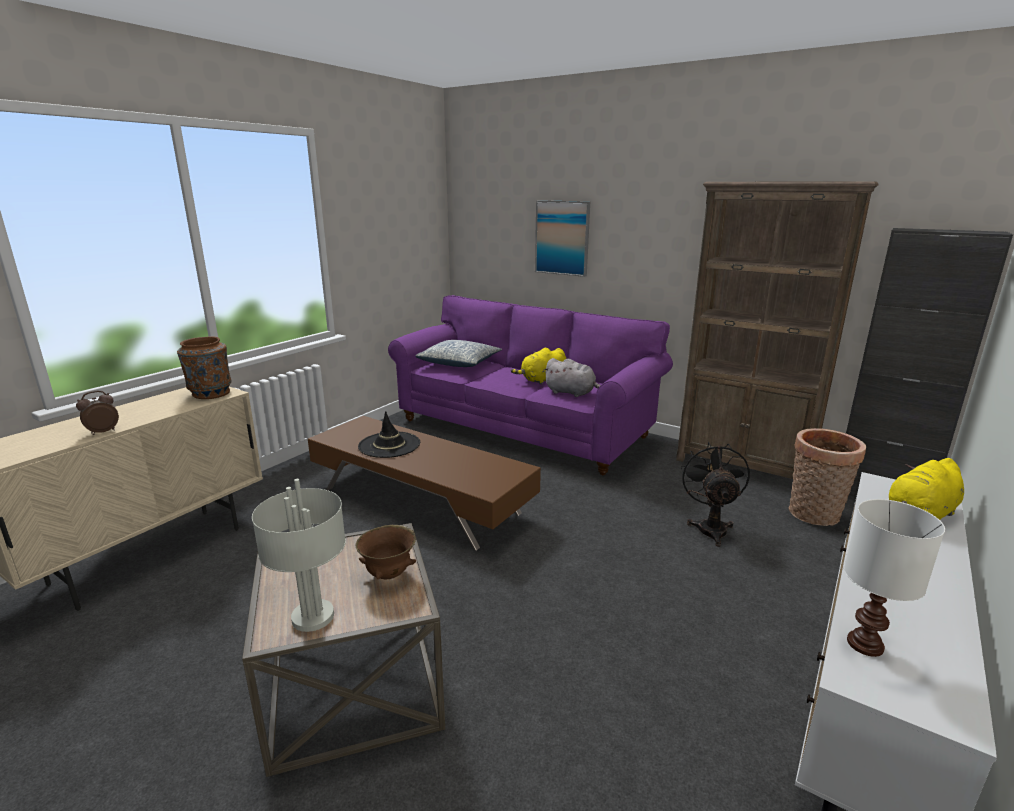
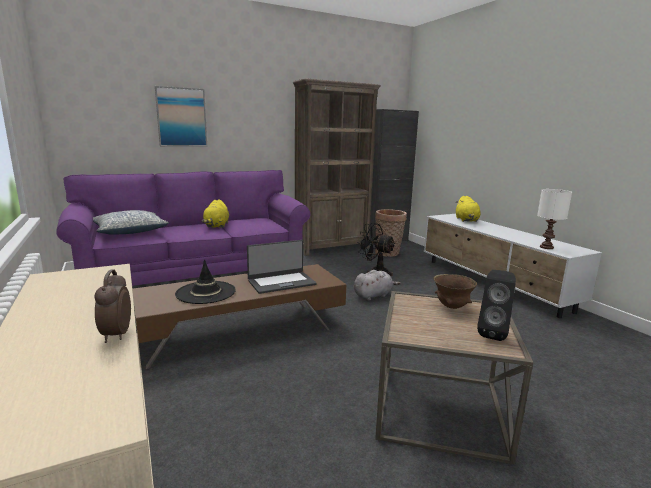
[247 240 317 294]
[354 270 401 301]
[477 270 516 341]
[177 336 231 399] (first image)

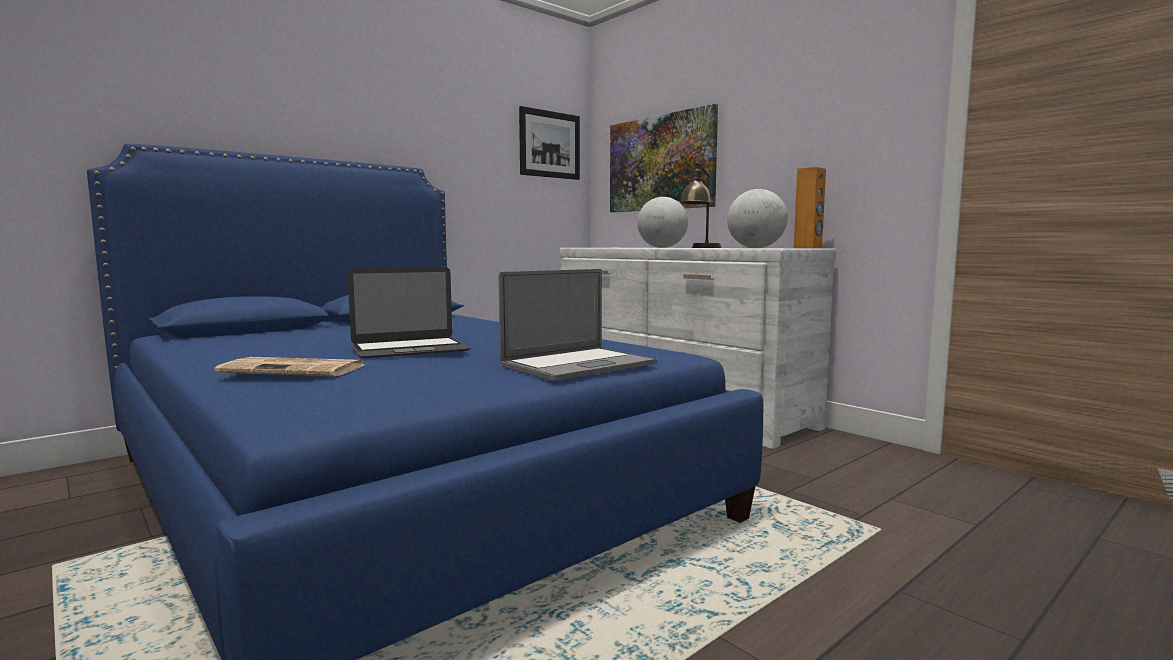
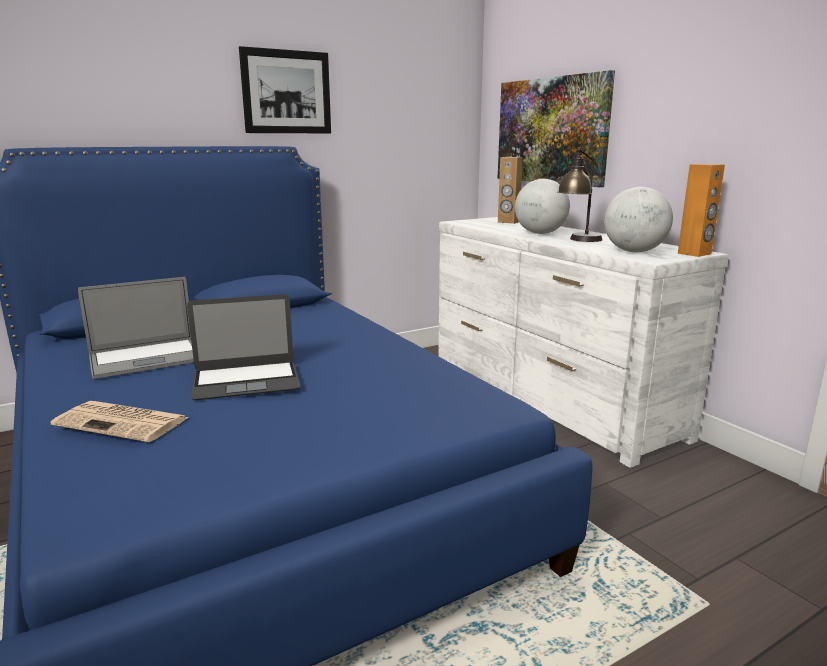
[78 277 194 379]
[239 46 331 133]
[498 157 523 224]

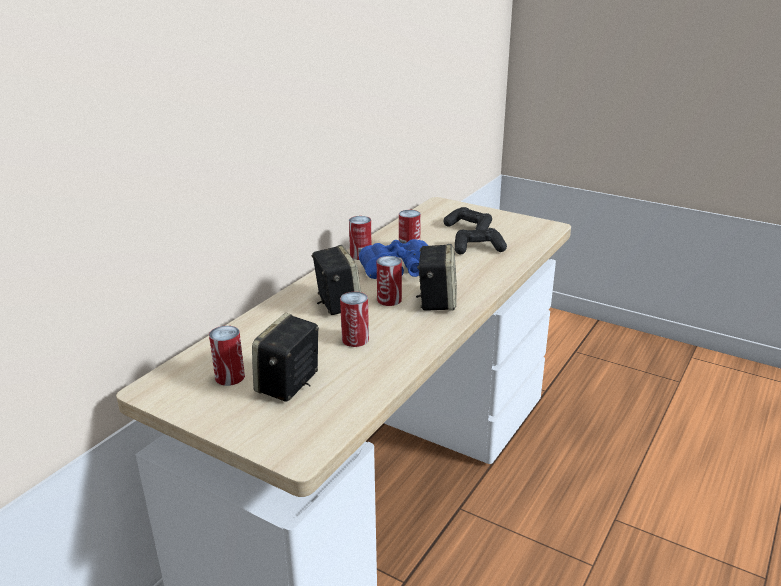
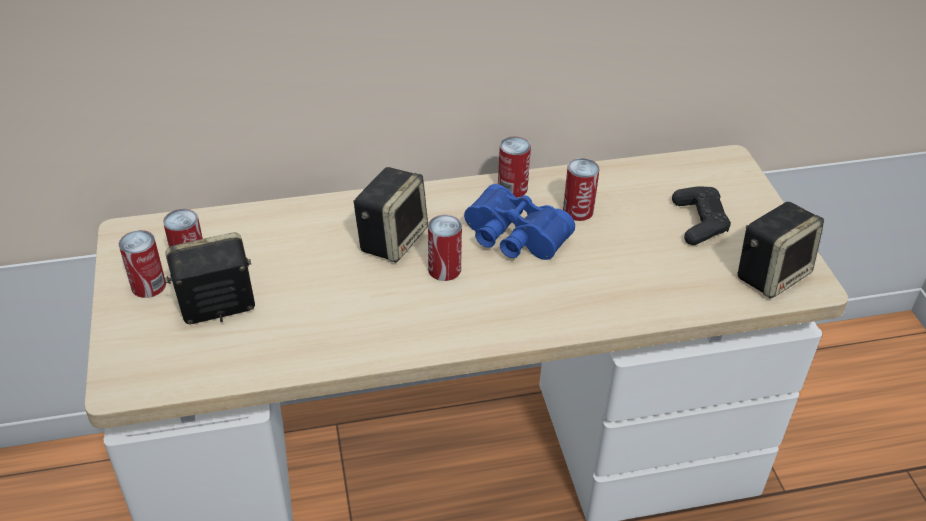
[119 230 166 298]
[737 202 824 299]
[455 228 507 254] (first image)

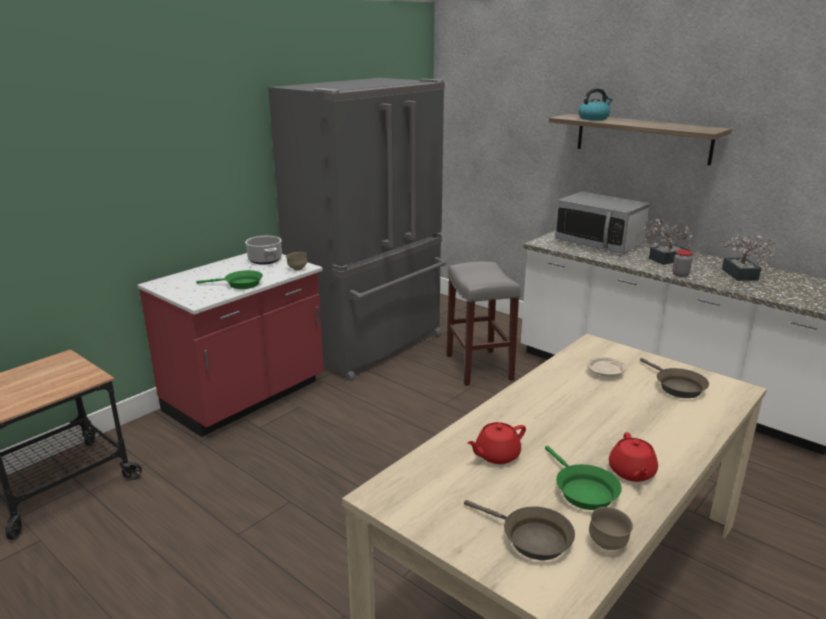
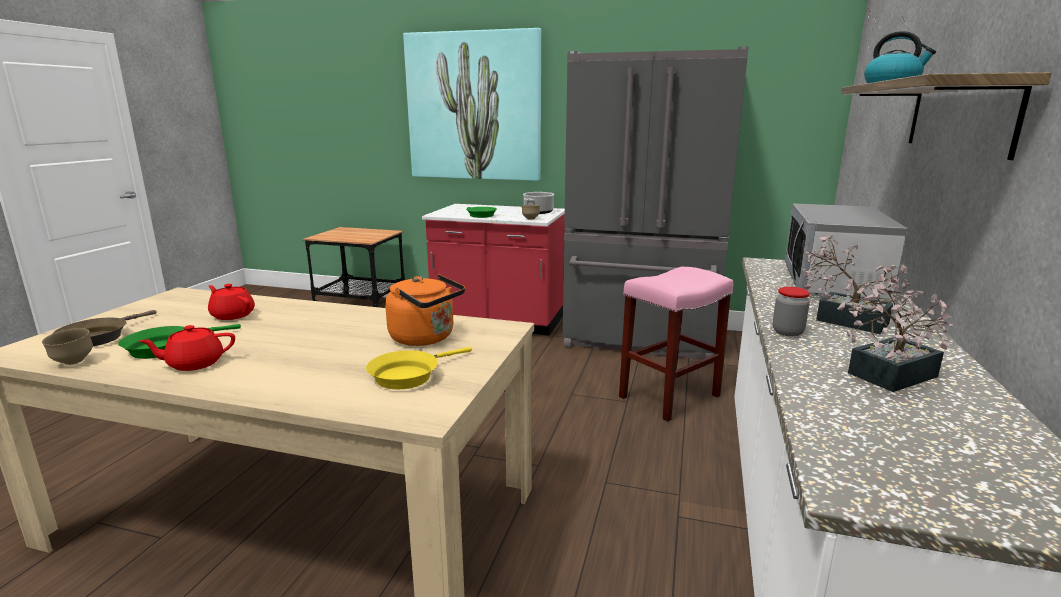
[366 347 472 389]
[385 274 465 346]
[403 28 541 181]
[619 267 733 421]

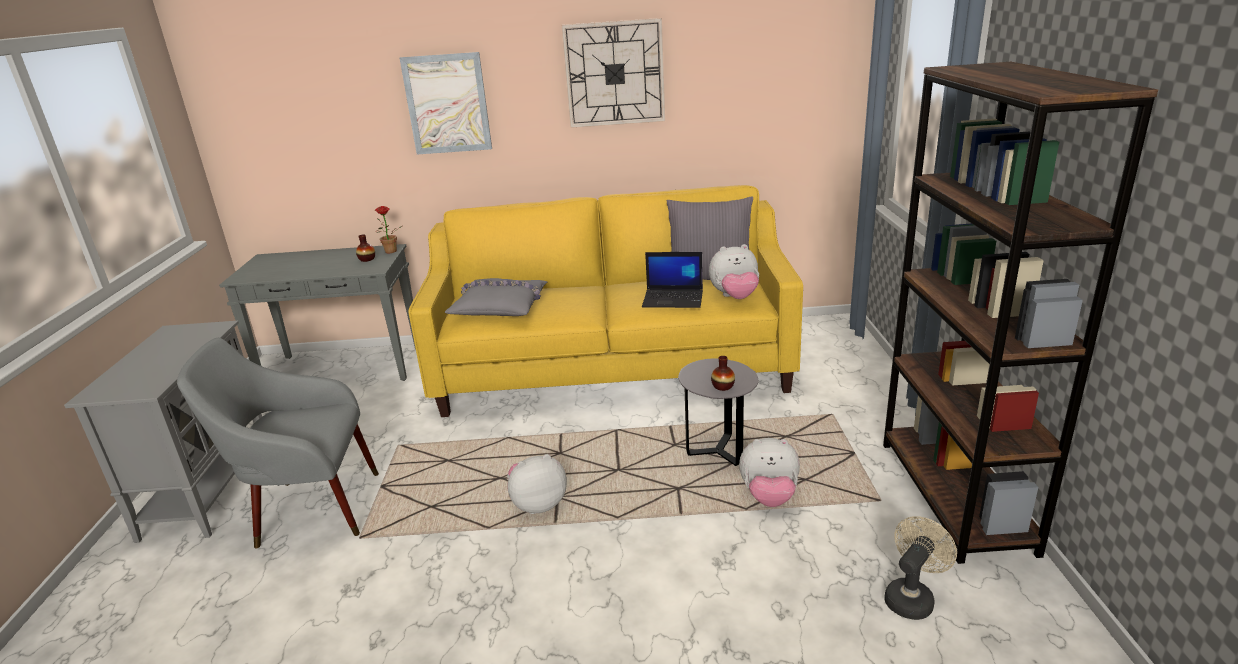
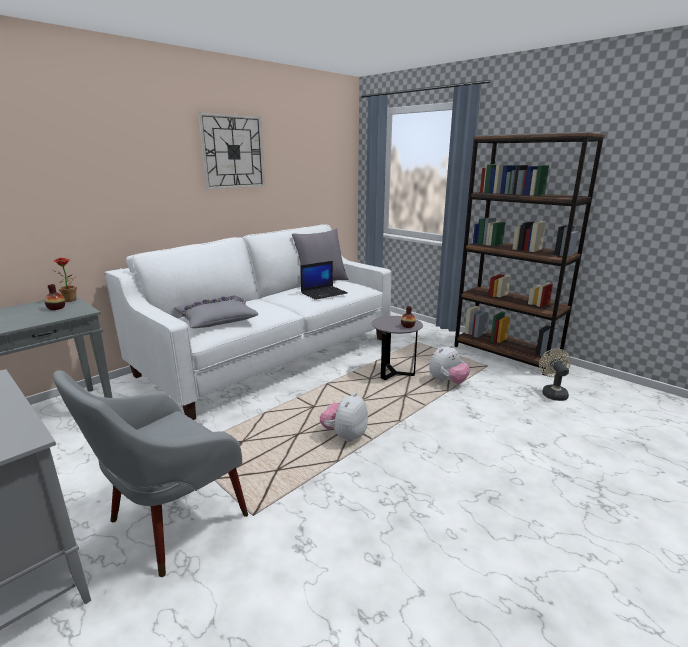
[105 224 391 420]
[400 52 492 155] (first image)
[709 244 759 299] (first image)

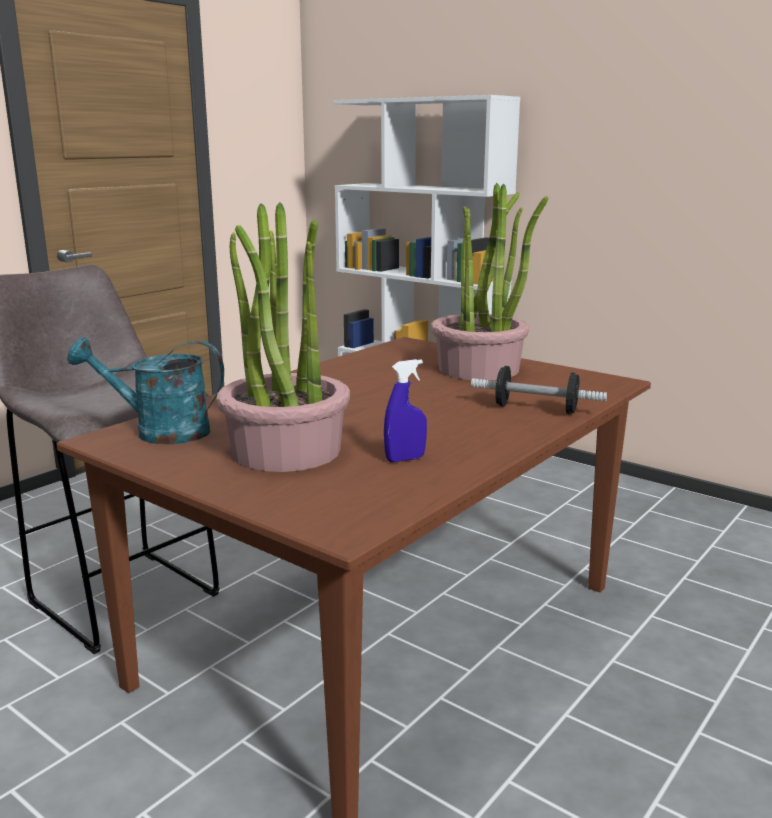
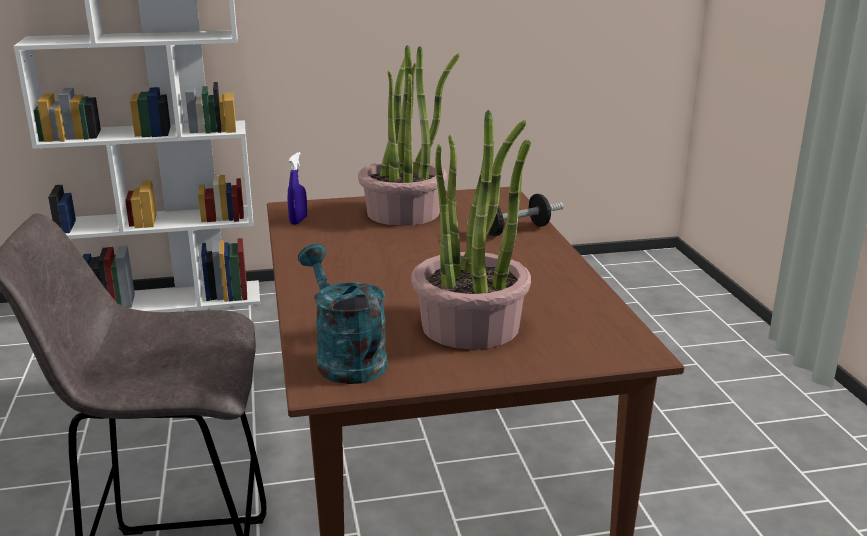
[288 152 307 225]
[298 243 388 384]

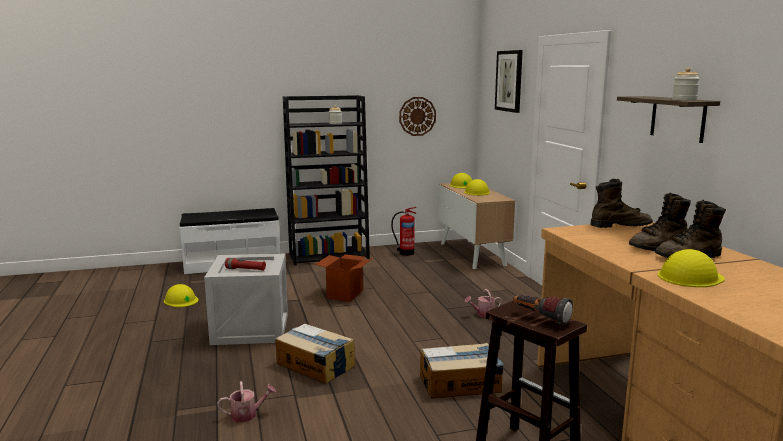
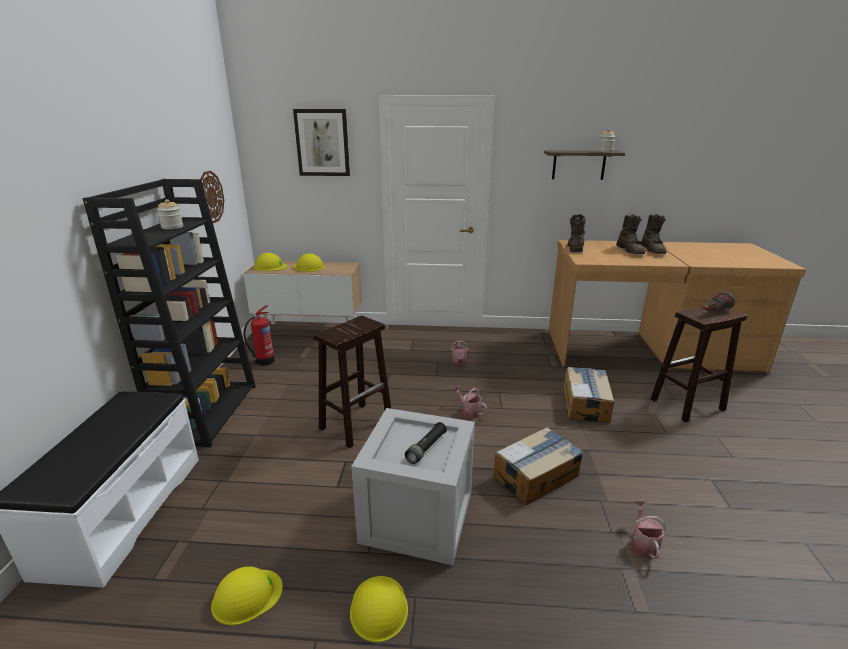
[313 316 391 448]
[350 576 408 642]
[405 422 447 464]
[452 385 487 418]

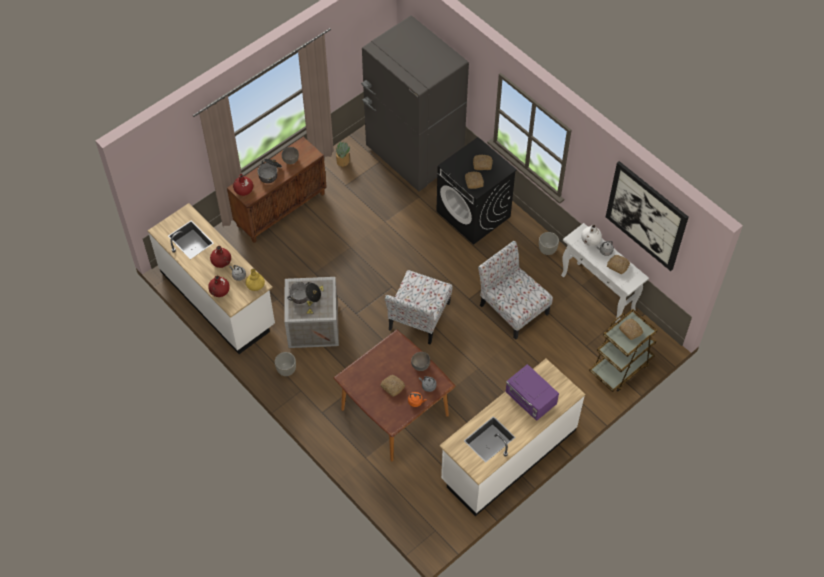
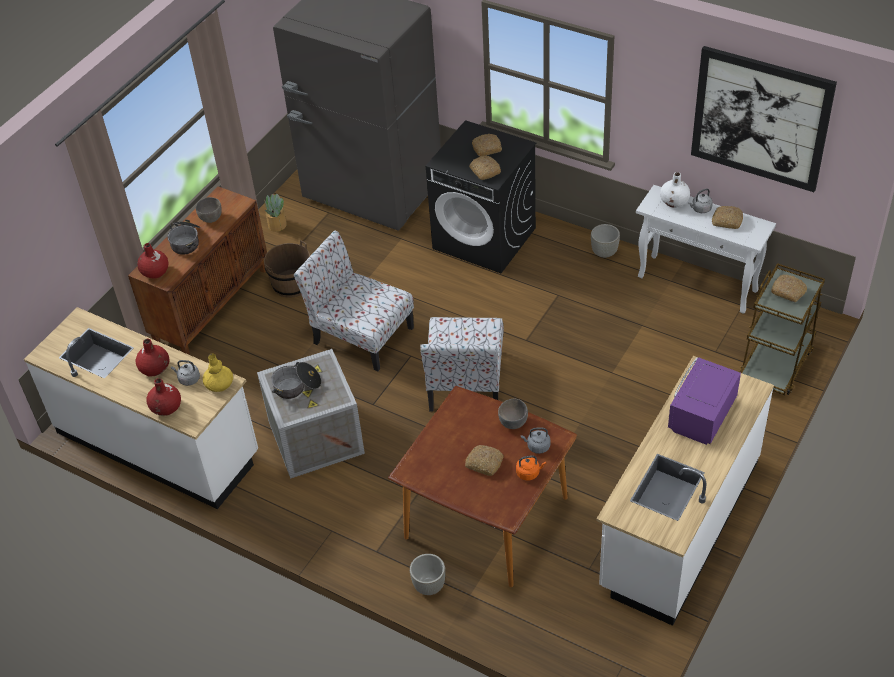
[264 240 310 298]
[294 231 414 371]
[410 554 445 595]
[668 357 741 445]

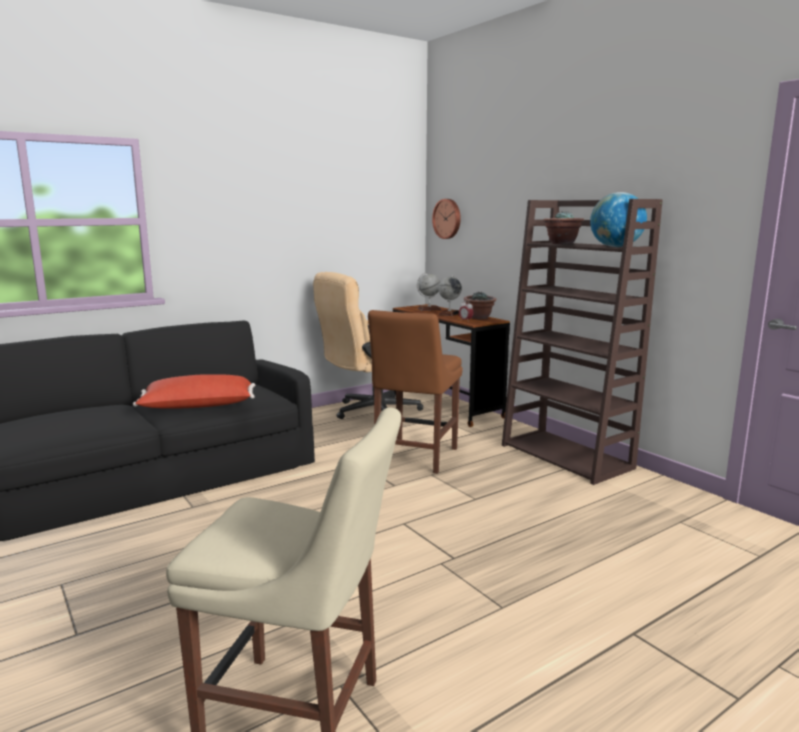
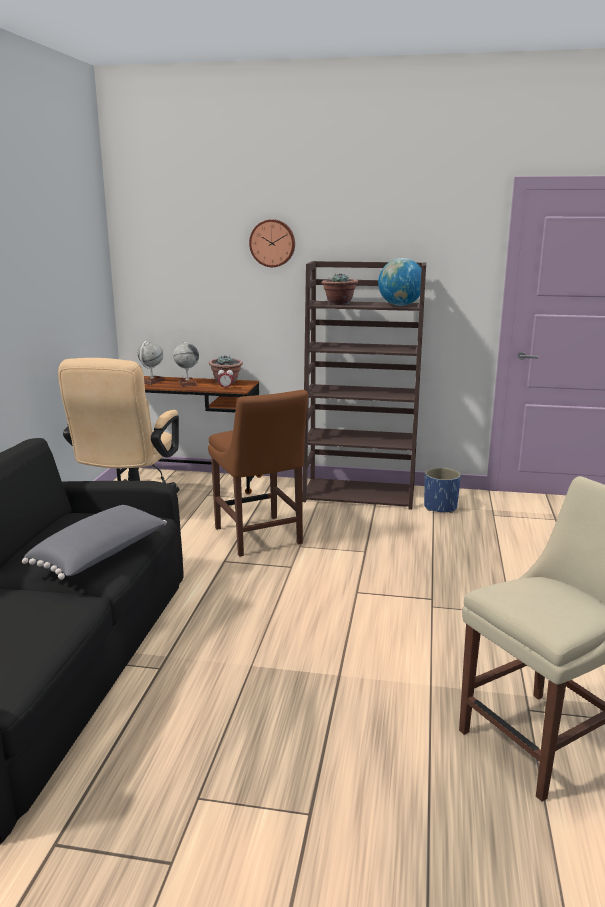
[22 505 167 580]
[249 219 295 267]
[424 468 461 513]

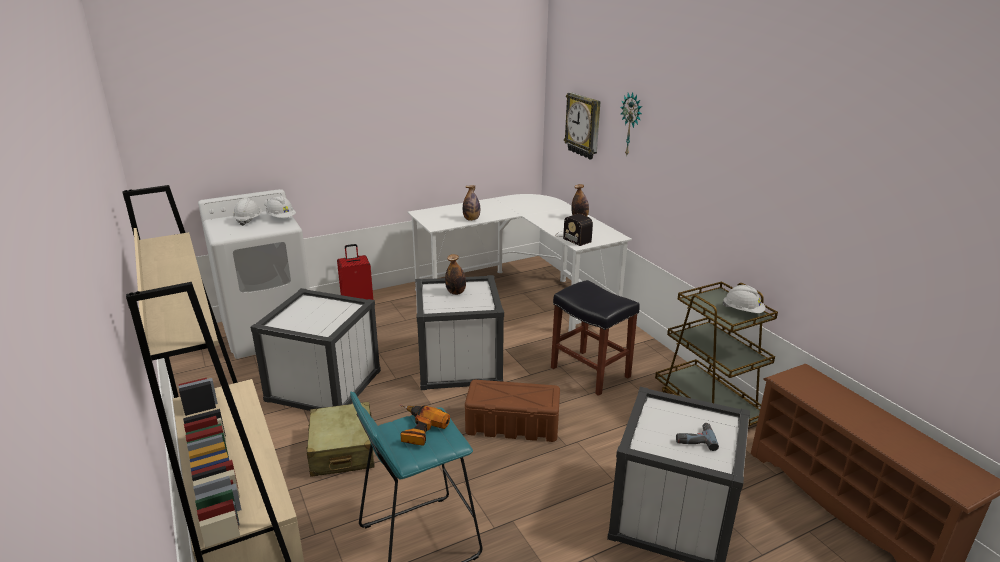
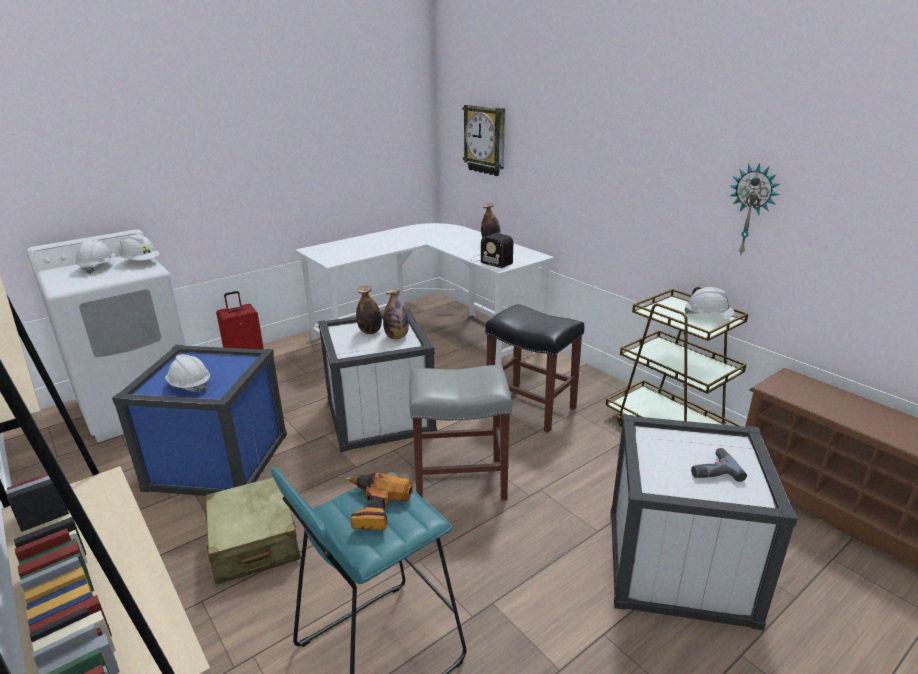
[112 345 287 496]
[165 354 210 393]
[383 289 409 339]
[409 365 512 500]
[730 163 780 256]

